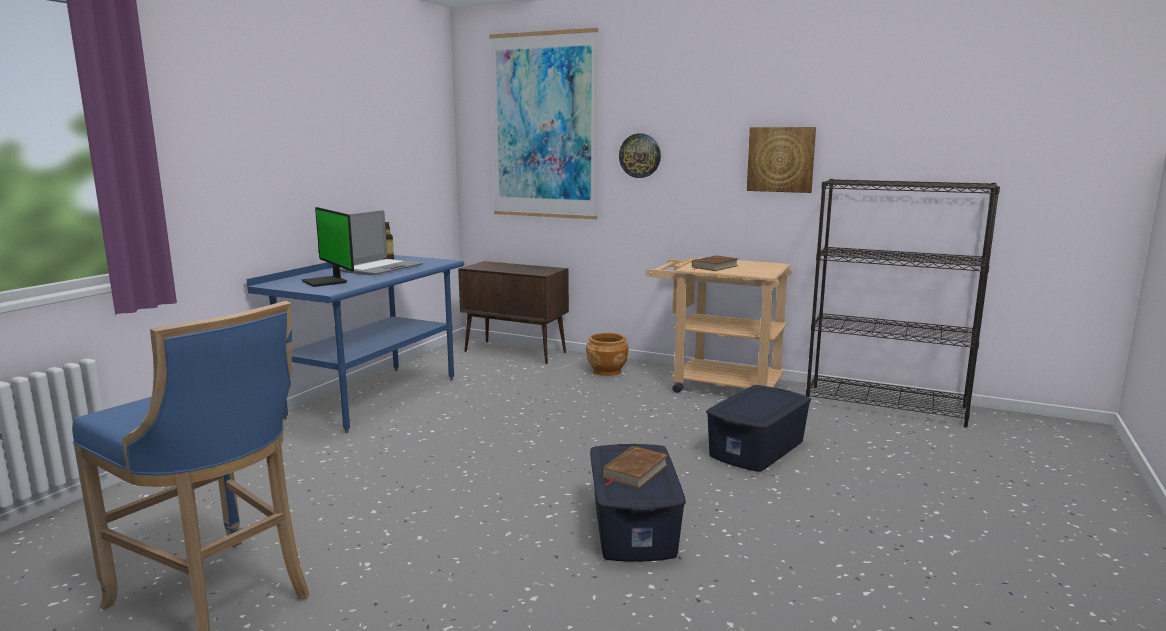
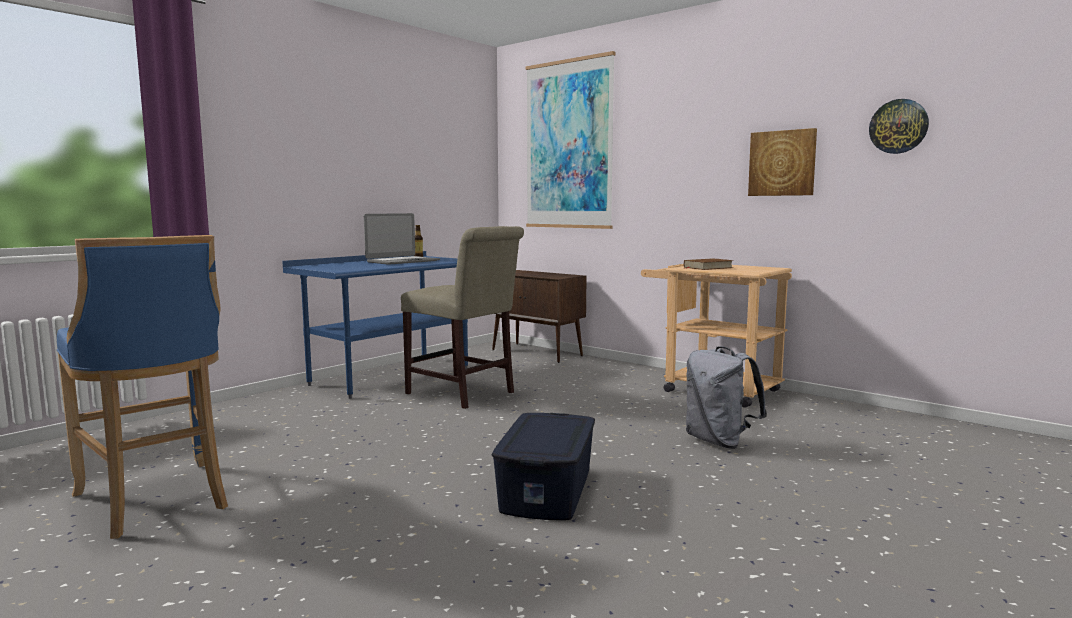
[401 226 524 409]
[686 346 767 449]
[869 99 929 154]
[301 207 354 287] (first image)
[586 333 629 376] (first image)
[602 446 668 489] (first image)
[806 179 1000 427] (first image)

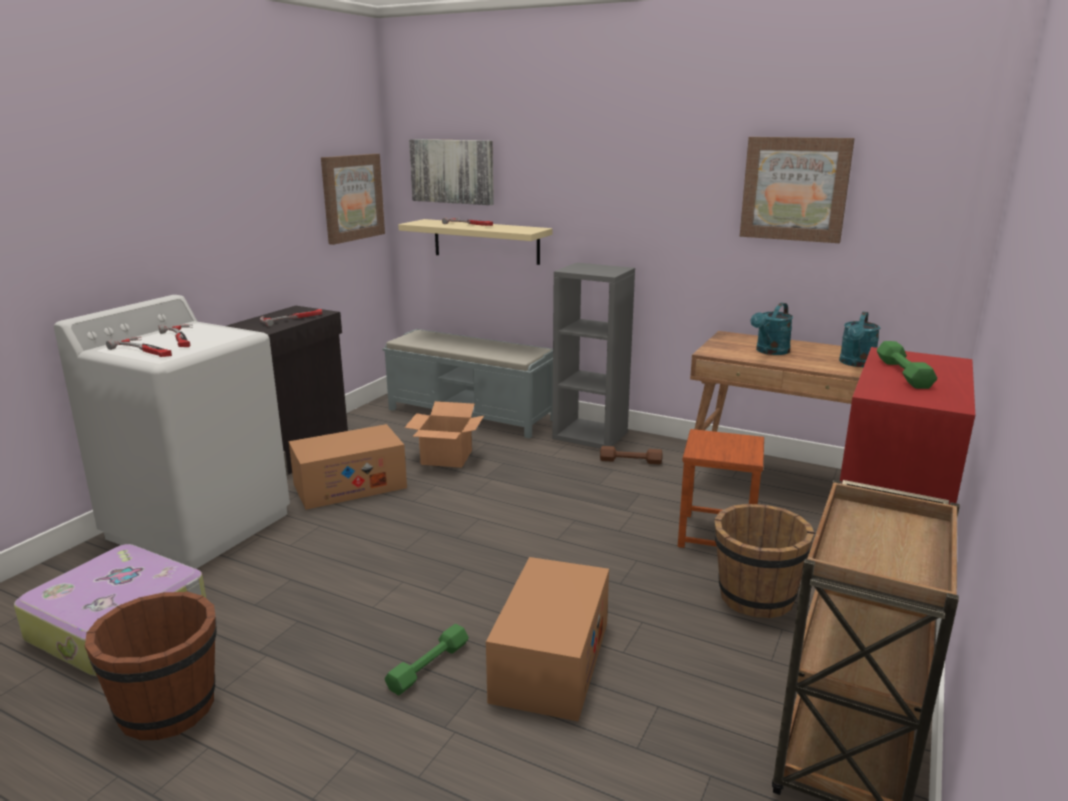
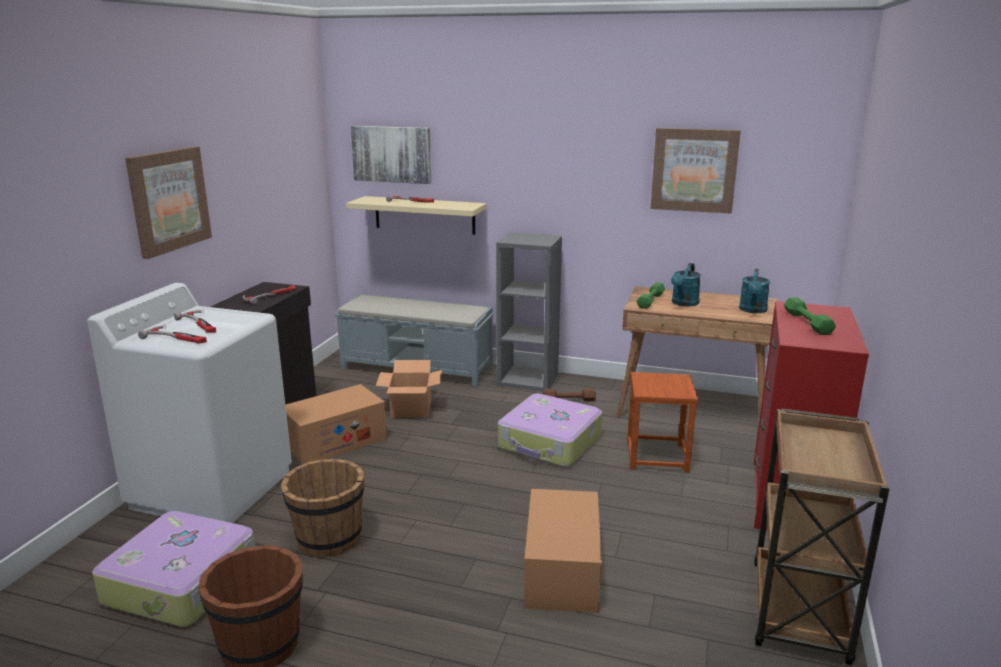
[125 146 212 259]
[281 459 365 557]
[498 394 602 467]
[636 282 665 309]

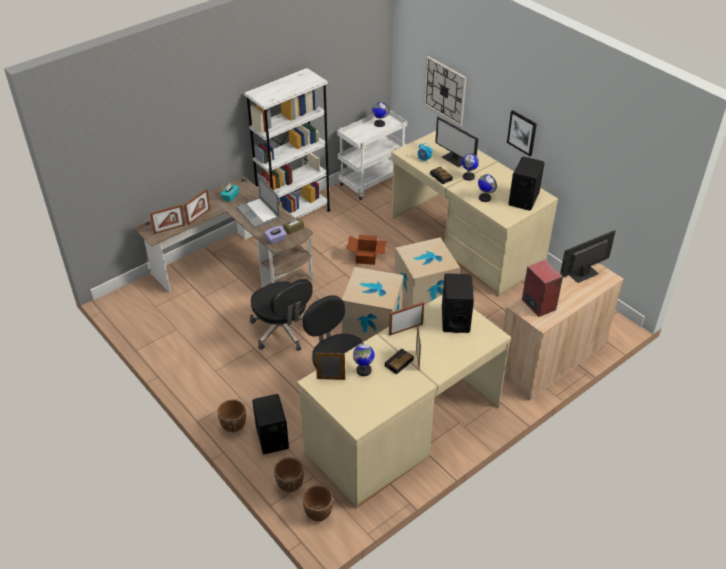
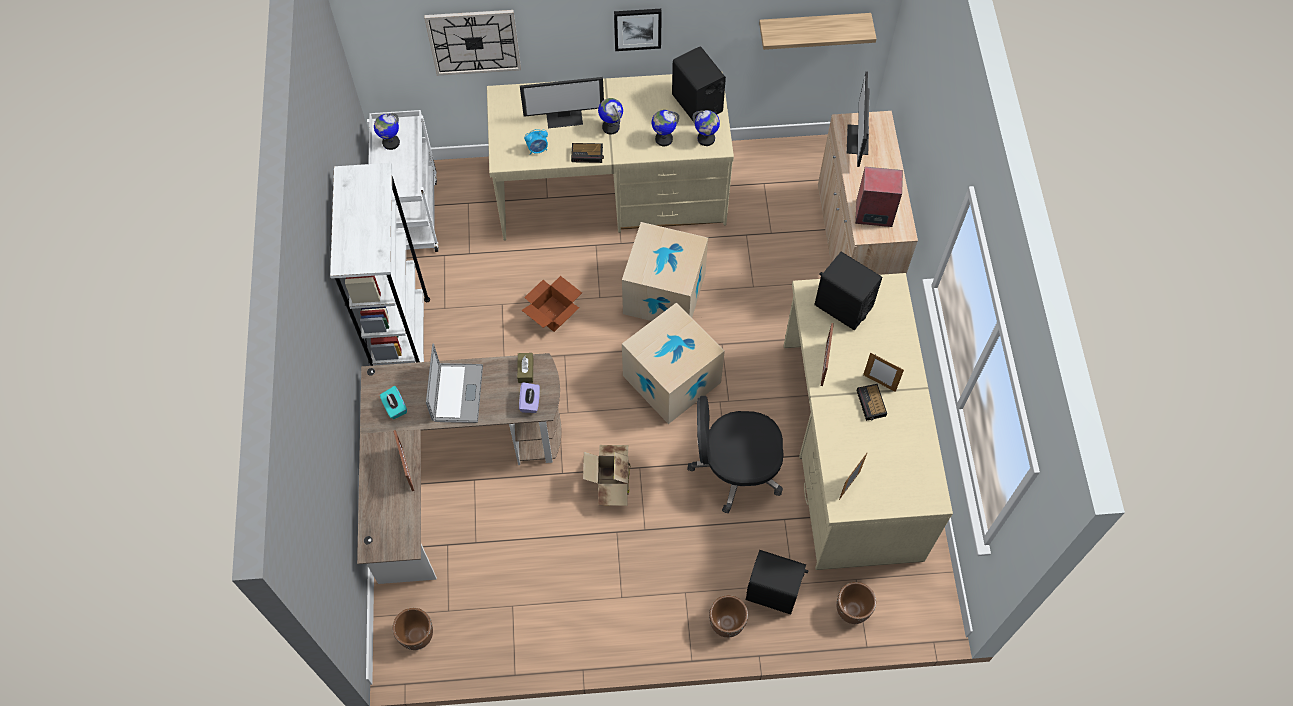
[393 608 433 650]
[426 344 483 423]
[583 445 630 506]
[693 110 720 146]
[759 13 877 50]
[150 205 185 234] (first image)

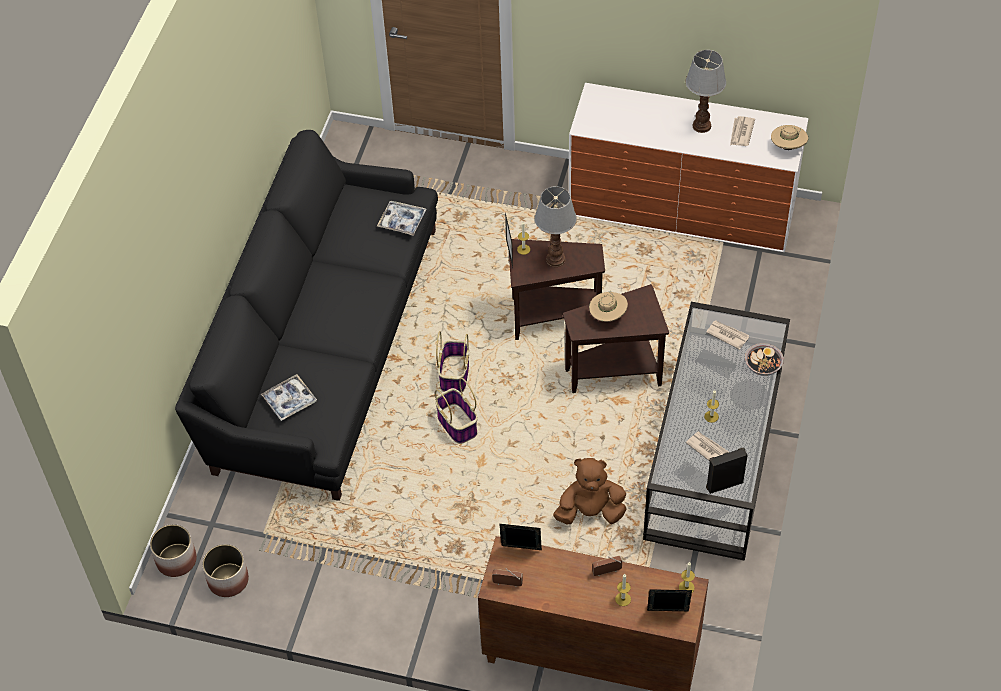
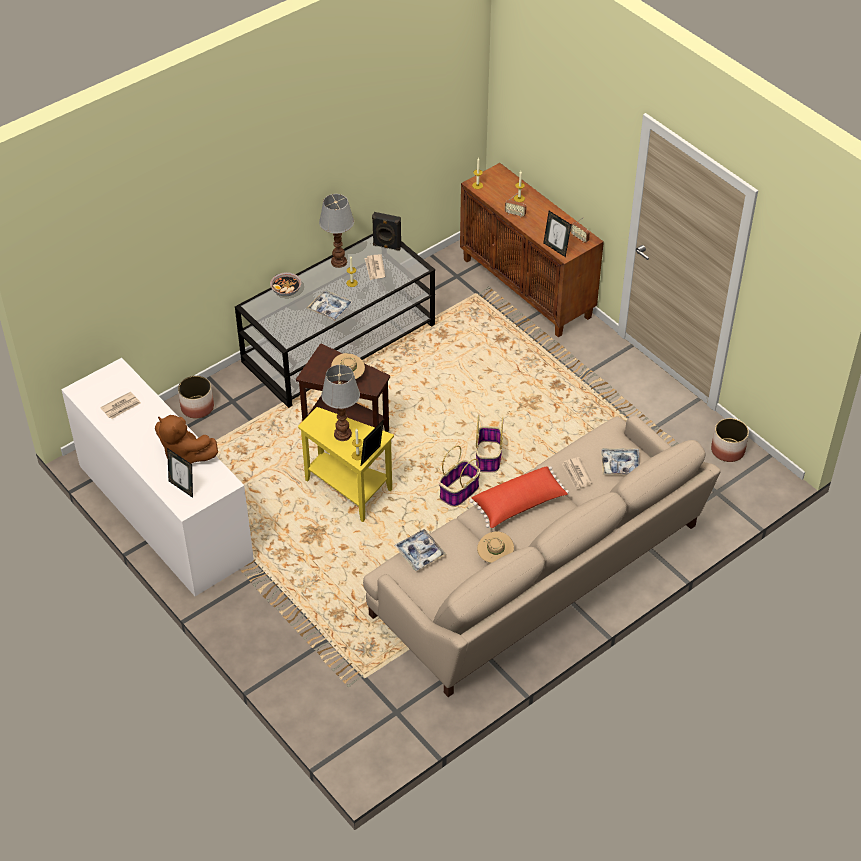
[155 415 218 464]
[167 448 193 498]
[178 376 214 419]
[298 407 394 522]
[307 290 353 321]
[319 194 354 268]
[363 415 721 697]
[469 466 569 528]
[477 531 514 563]
[562 457 592 490]

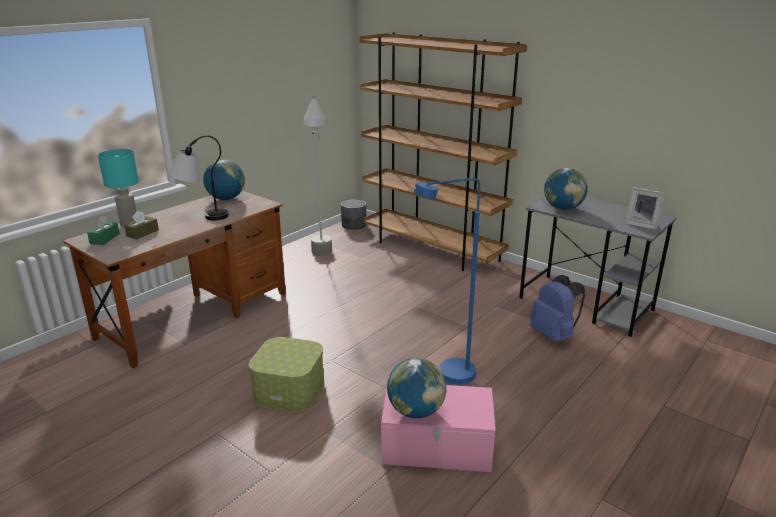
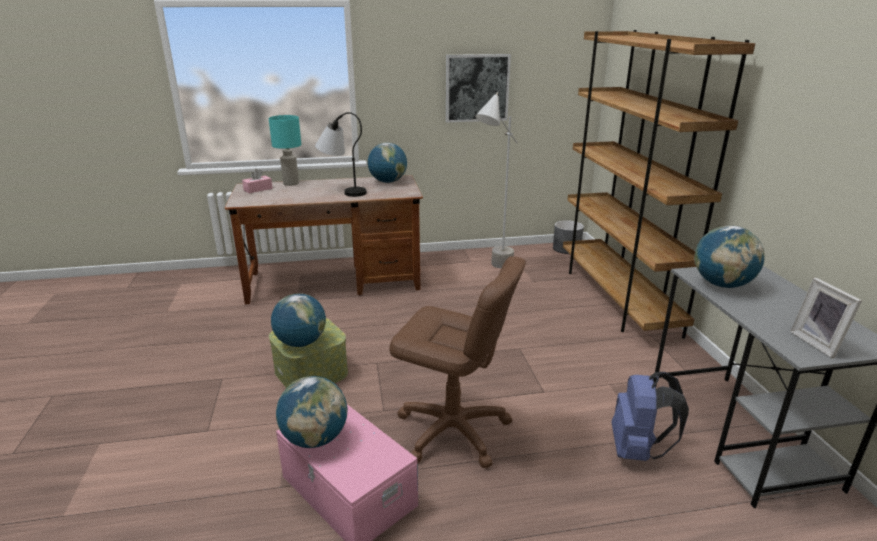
[242 169 273 193]
[271 293 326 347]
[389 256 526 469]
[446 54 511 122]
[124 210 159 240] (first image)

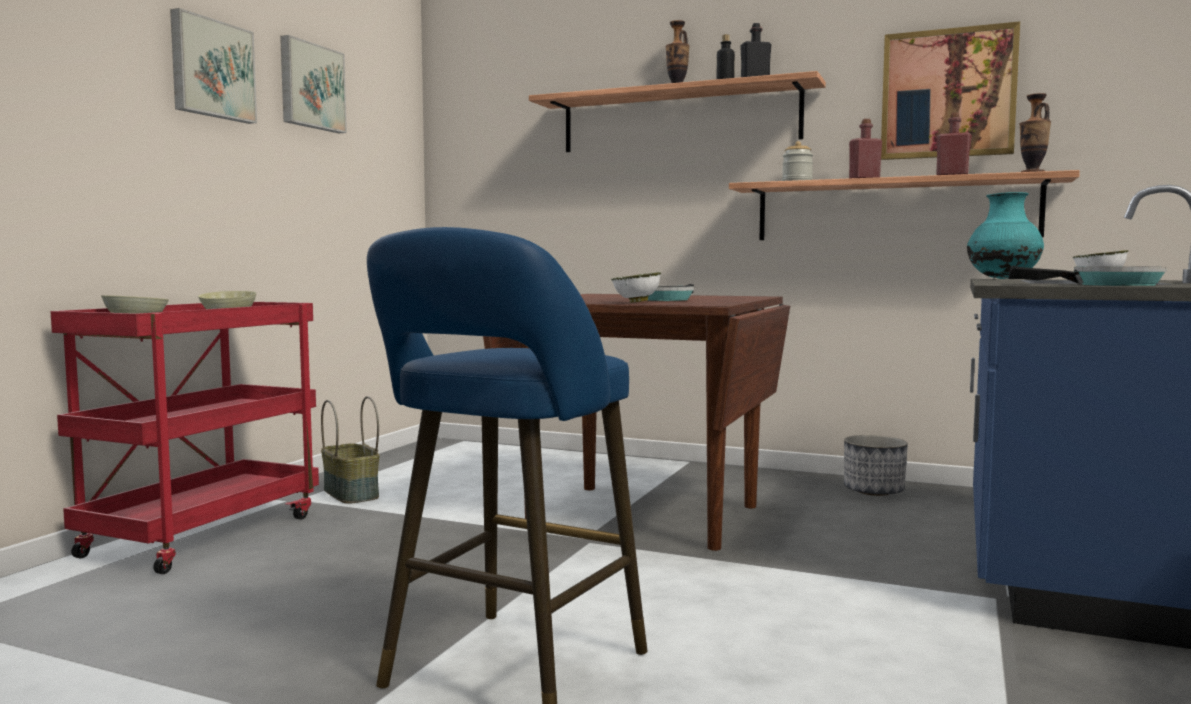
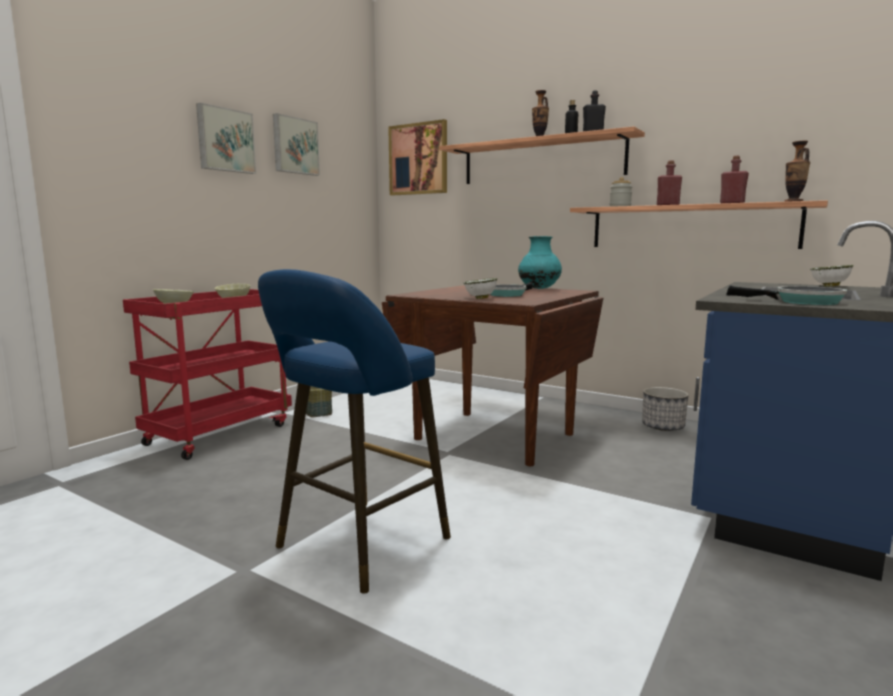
[388 119 447 196]
[518 236 562 289]

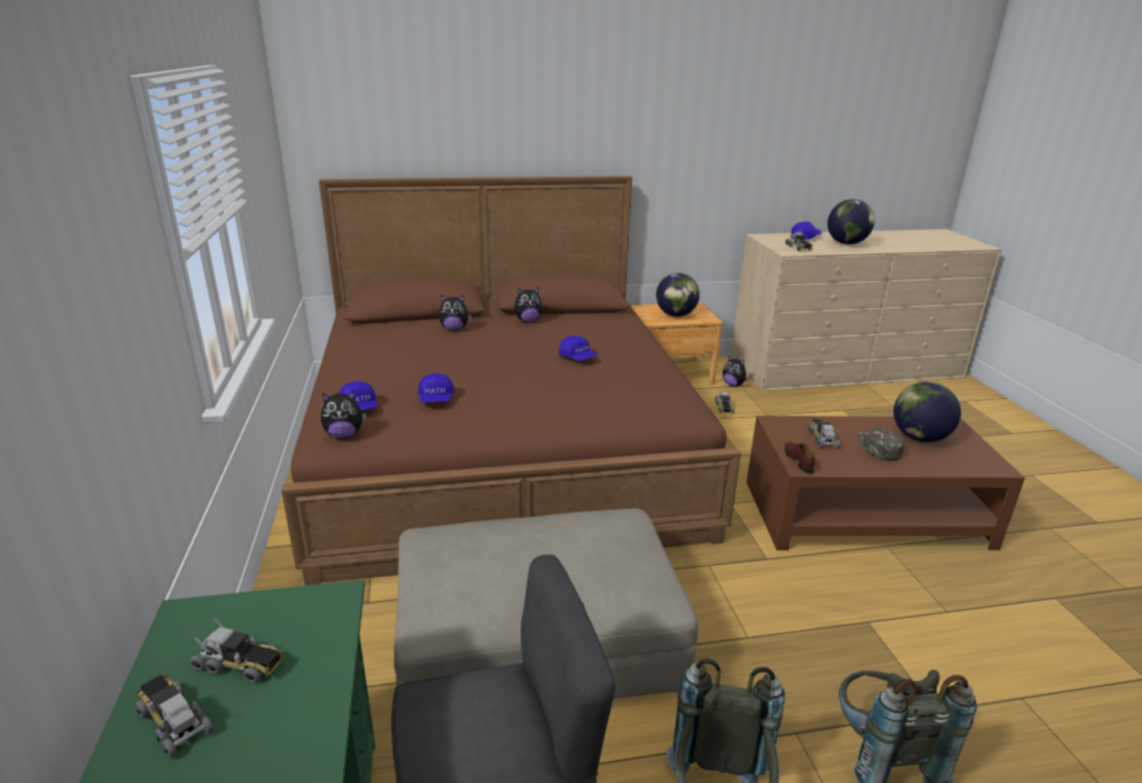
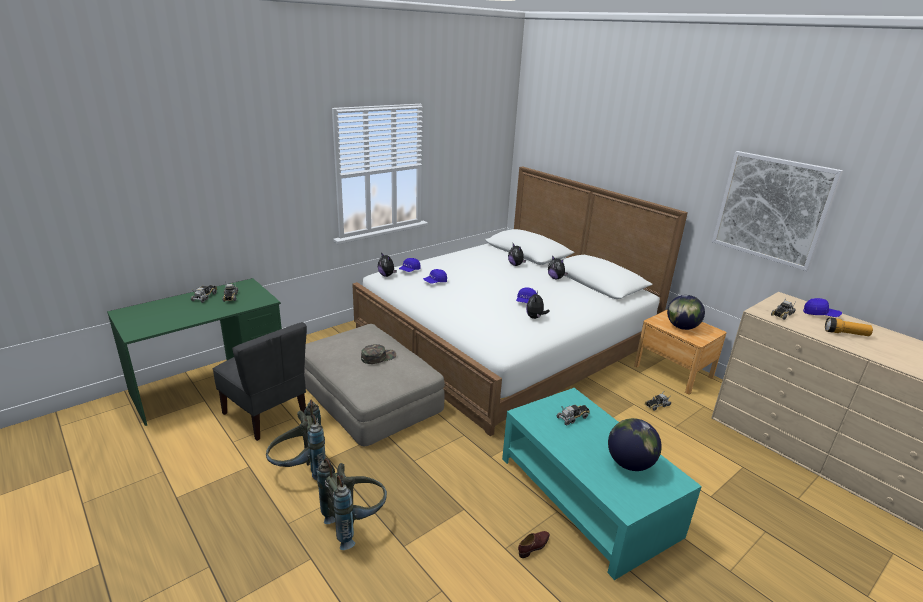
[352 166 688 436]
[361 344 396 364]
[502 388 702 580]
[518 531 550 558]
[526 292 550 319]
[712 151 843 271]
[825 317 873 336]

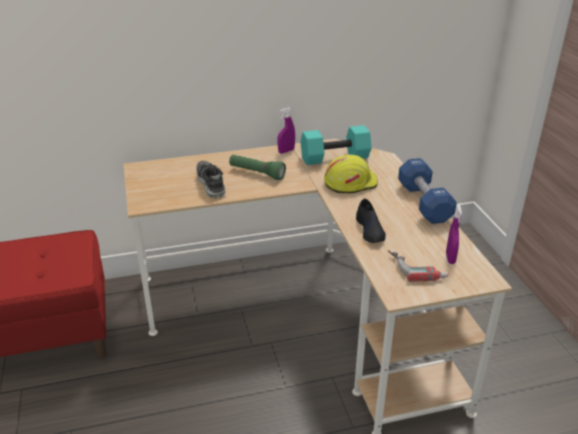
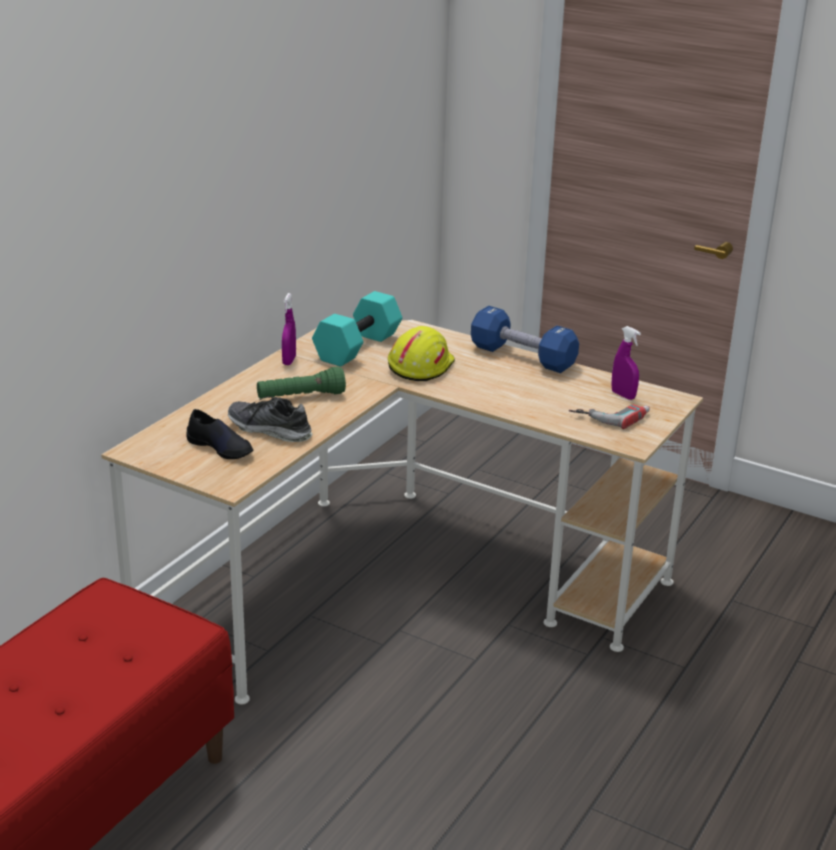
[186 409 253 459]

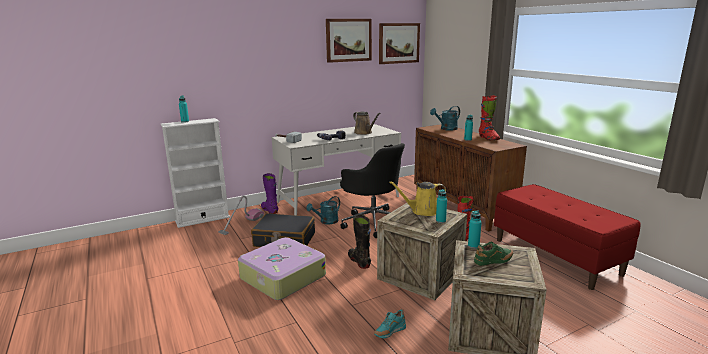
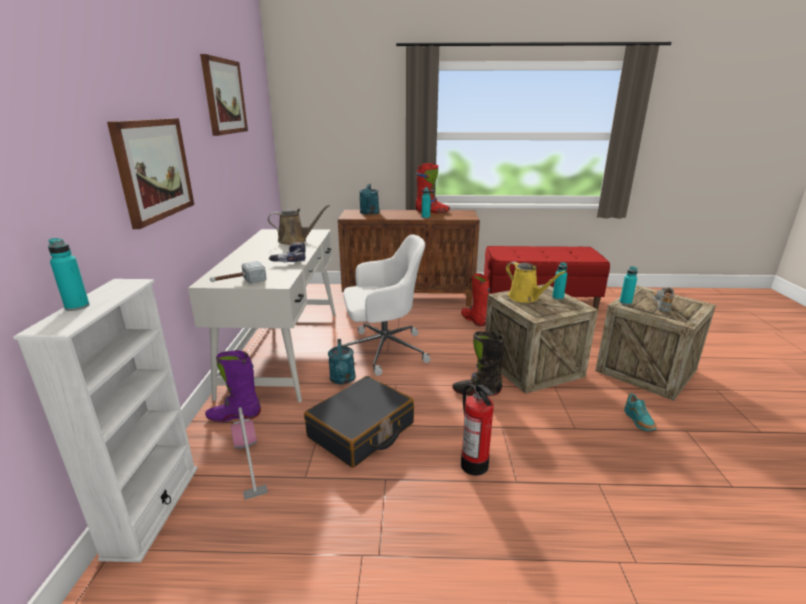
[107 118 194 229]
[342 235 431 376]
[461 384 494 476]
[506 262 566 303]
[653 288 674 312]

